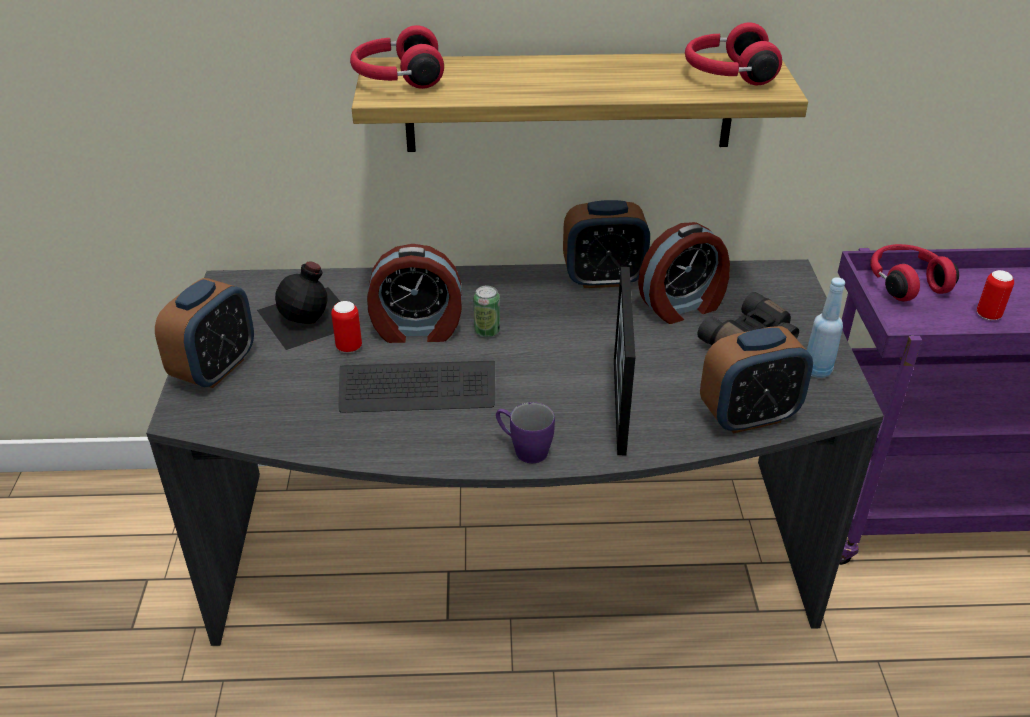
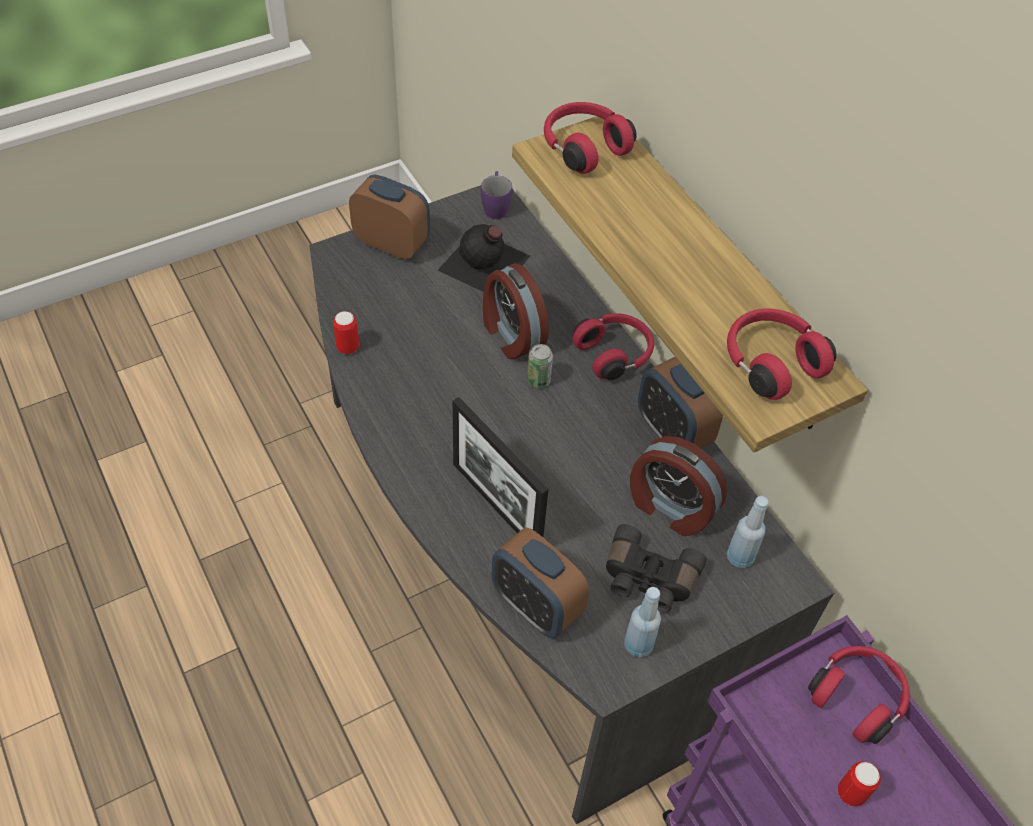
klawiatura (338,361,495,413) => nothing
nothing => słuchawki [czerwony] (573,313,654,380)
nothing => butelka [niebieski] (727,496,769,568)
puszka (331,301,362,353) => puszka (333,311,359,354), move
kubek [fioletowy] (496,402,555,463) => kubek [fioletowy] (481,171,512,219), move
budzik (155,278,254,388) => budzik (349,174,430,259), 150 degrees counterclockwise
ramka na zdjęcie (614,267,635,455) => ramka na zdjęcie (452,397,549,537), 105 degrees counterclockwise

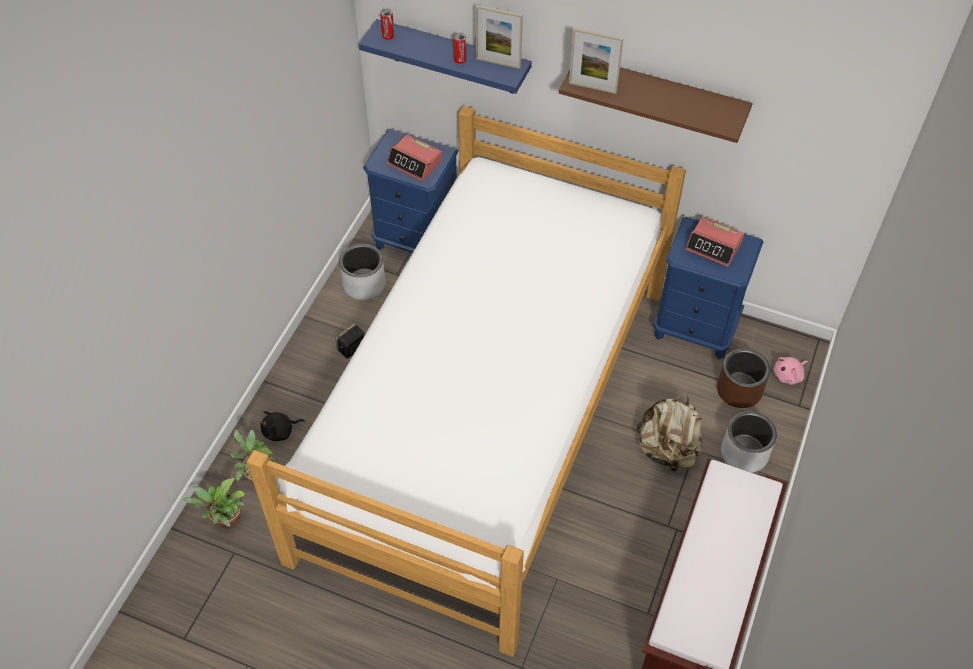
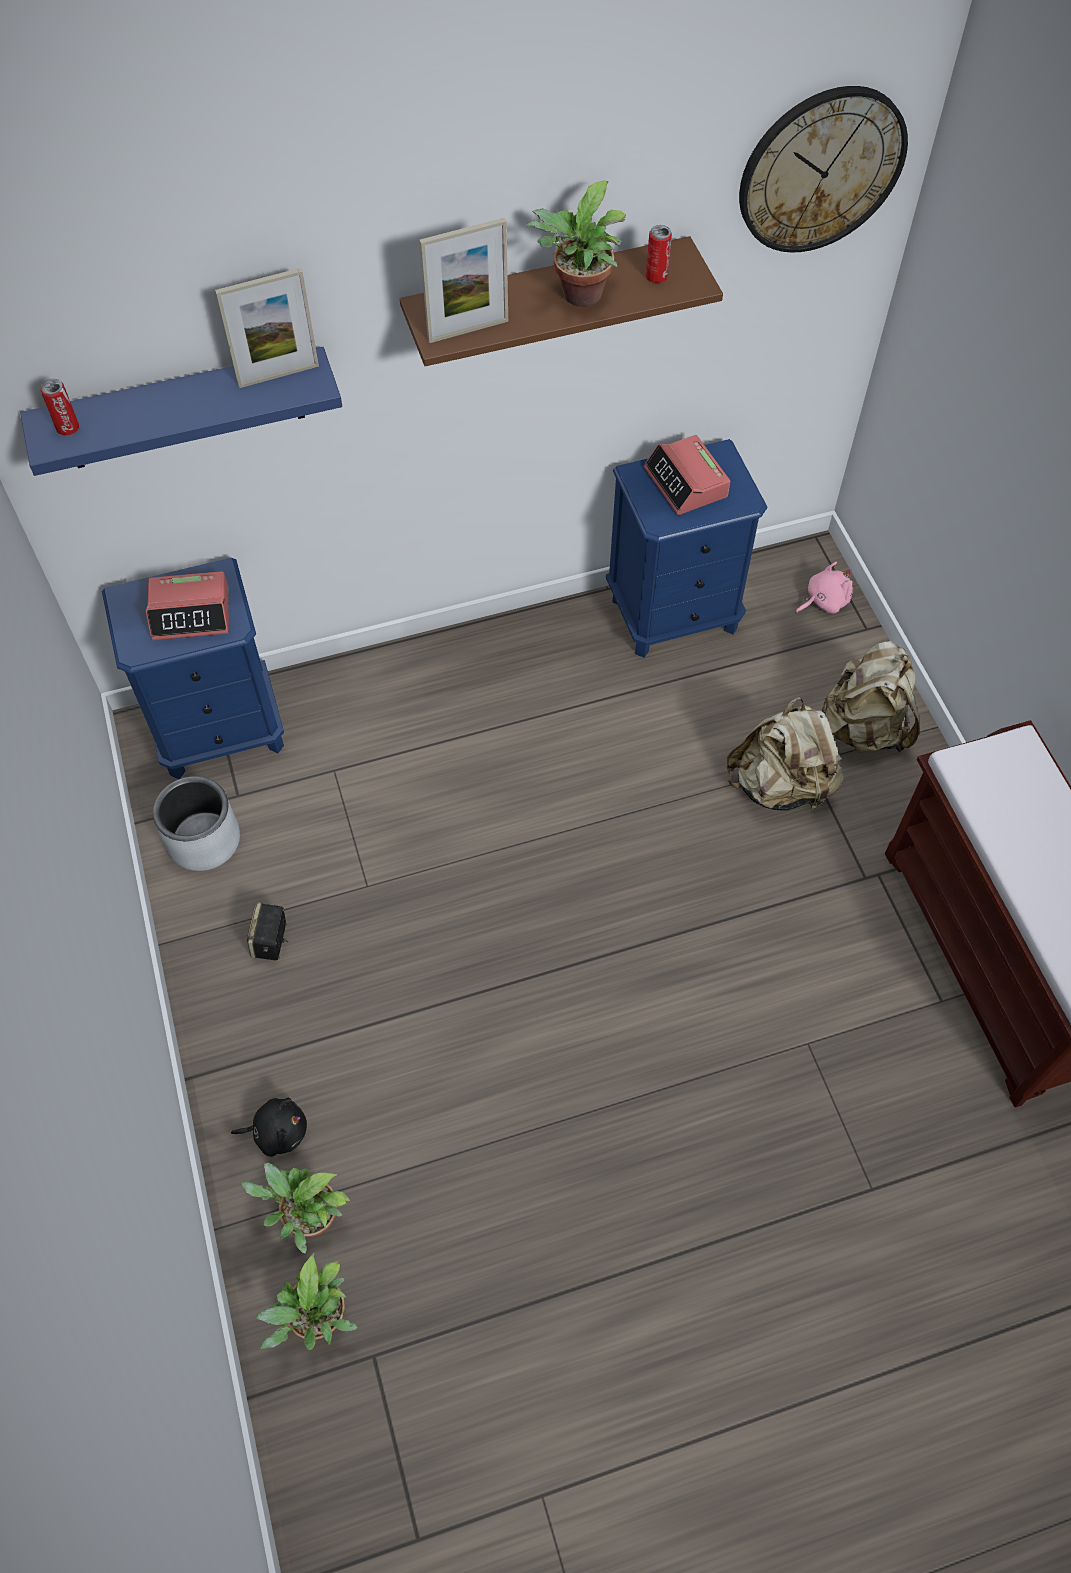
łóżko (246,106,686,657) => nothing
donica [brązowy] (717,348,770,408) => nothing
nothing => roślina doniczkowa (524,181,626,307)
nothing => zegar ścienny (739,86,908,252)
puszka (453,33,466,64) => puszka (646,225,672,283), move
donica [szary] (721,411,777,473) => plecak [beżowy] (822,640,919,752)
pluszak [czarny] (260,411,305,441) => pluszak [czarny] (231,1097,307,1157), 120 degrees counterclockwise
budzik (685,217,744,267) => budzik (644,435,730,515), 75 degrees clockwise
pluszak [różowy] (773,357,808,385) => pluszak [różowy] (795,562,853,614), 135 degrees counterclockwise

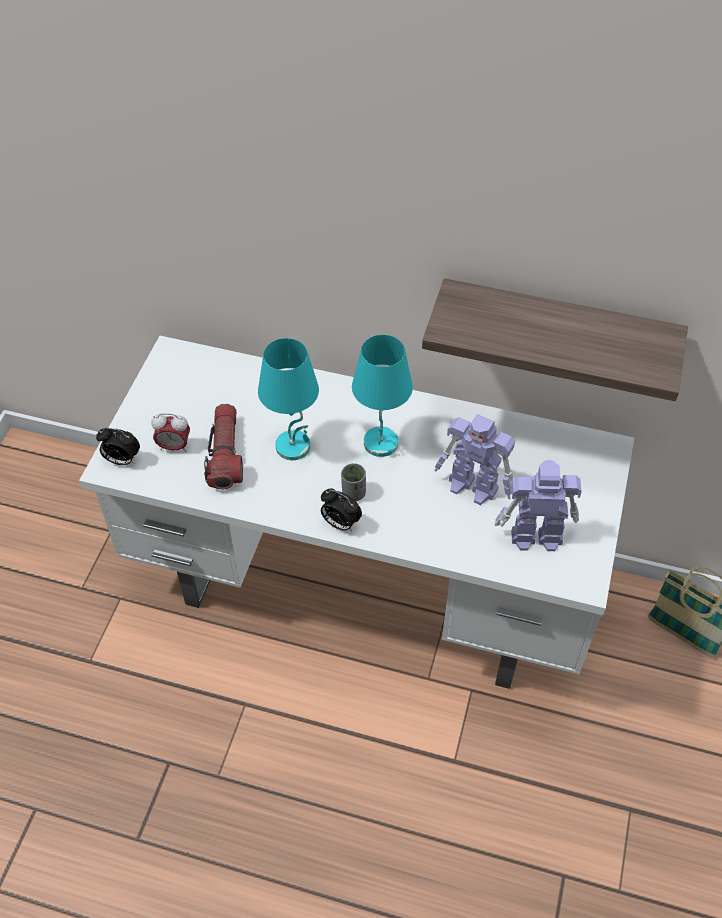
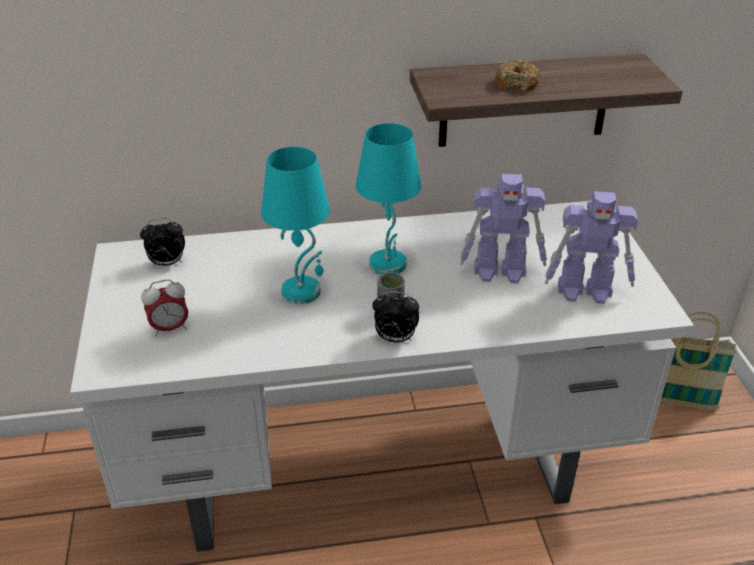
latarka (204,404,243,489) => nothing
nothing => donut (495,60,540,91)
budzik (96,428,140,465) => budzik (140,218,185,266), move
robot zabawkowy (494,460,582,551) => robot zabawkowy (544,191,638,304), 150 degrees counterclockwise

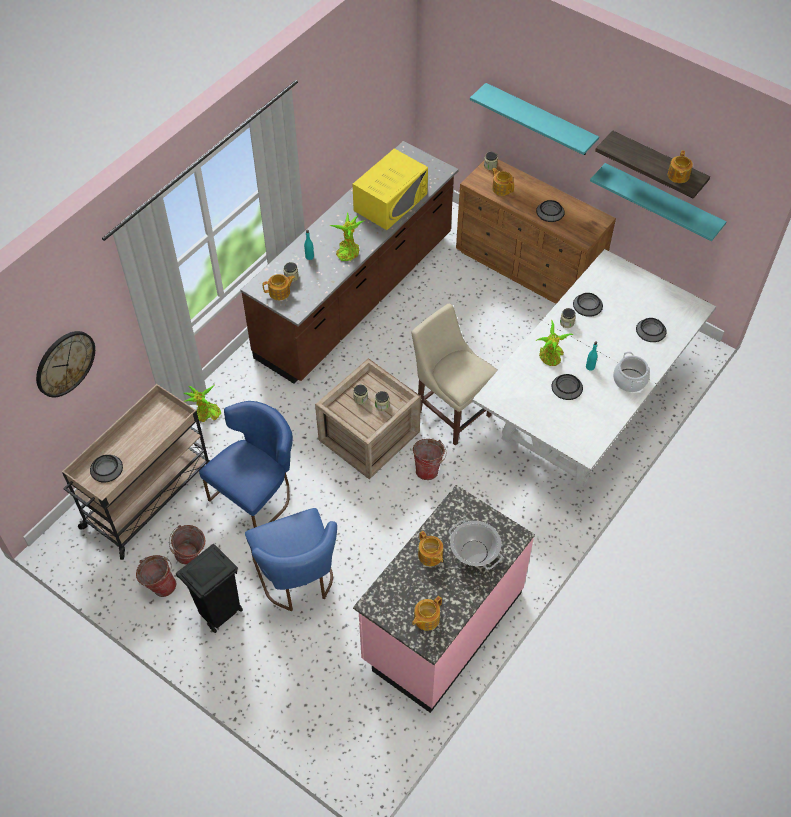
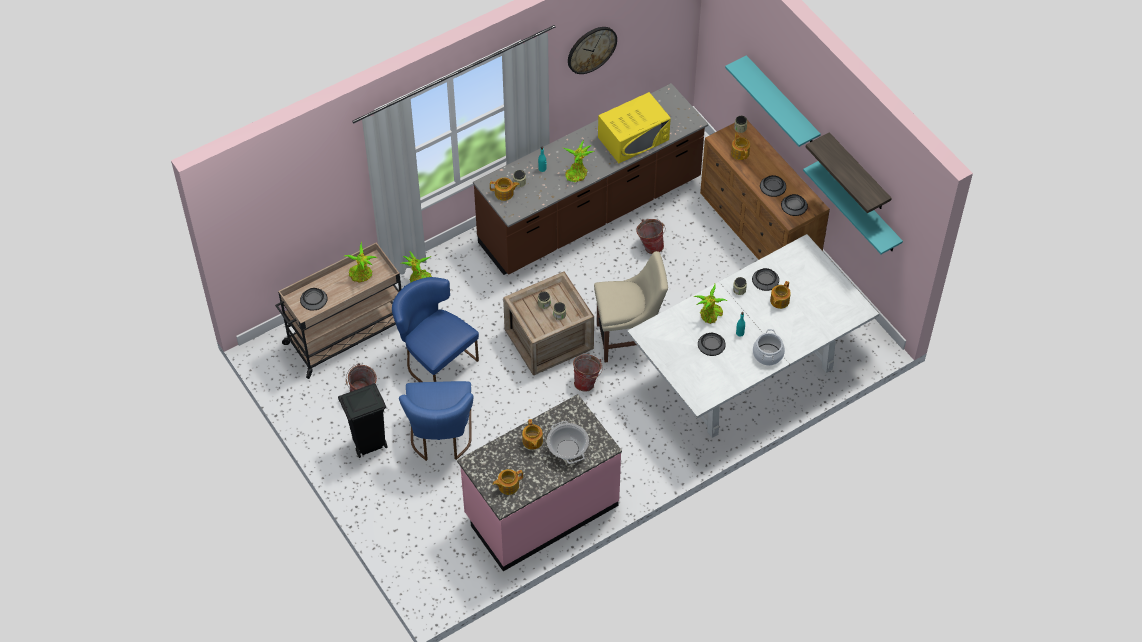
nothing => roślina doniczkowa (344,242,378,283)
zegar ścienny (36,331,95,397) => zegar ścienny (568,27,617,74), move
wiadro (136,555,176,597) => wiadro (636,219,666,254), move
miska (636,318,667,342) => miska (781,194,808,216), move
imbryk (668,151,693,183) => imbryk (770,281,791,309), move
krzesło [niebieski] (199,401,293,528) => krzesło [niebieski] (392,277,479,382), 105 degrees counterclockwise
krzesło [beżowy] (412,304,498,446) => krzesło [beżowy] (594,251,668,362), 105 degrees clockwise

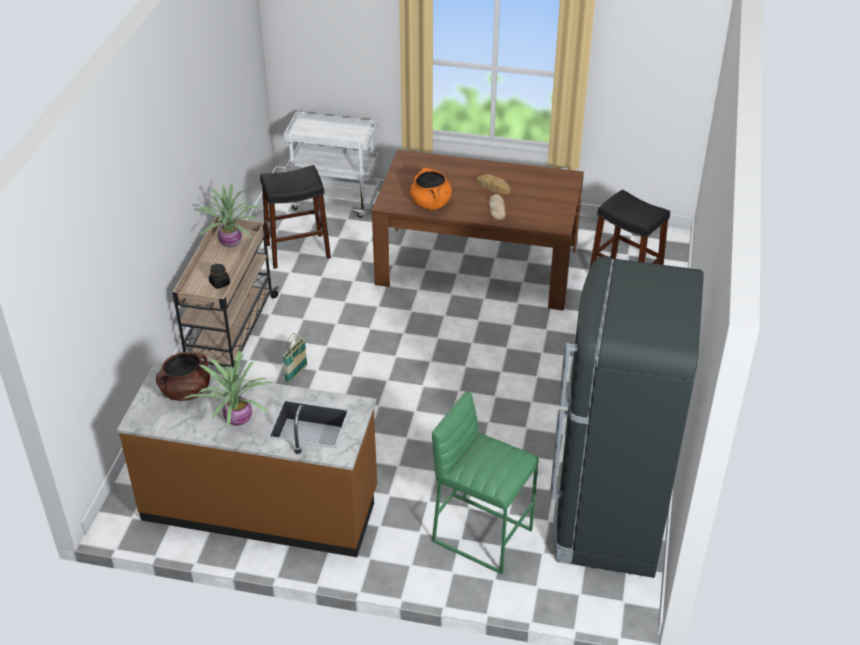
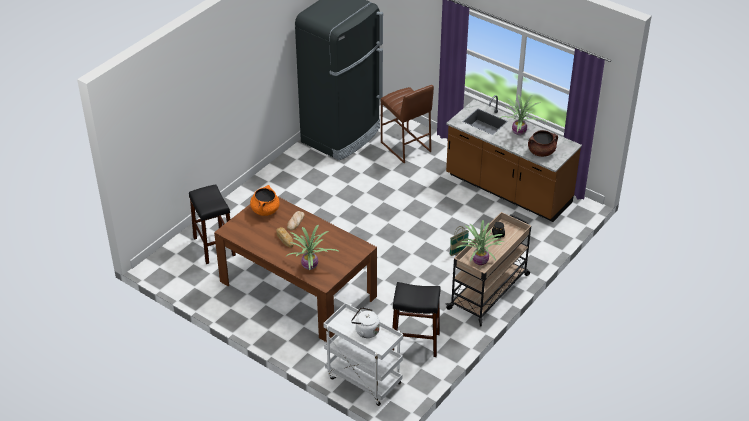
nothing => roślina doniczkowa (286,225,340,270)
nothing => czajnik [biały] (351,307,380,338)
garnek [pomarańczowy] (410,168,452,210) => garnek [pomarańczowy] (250,185,280,216), move
stołek [zielony] (432,391,539,575) => stołek [brązowy] (381,85,434,163)

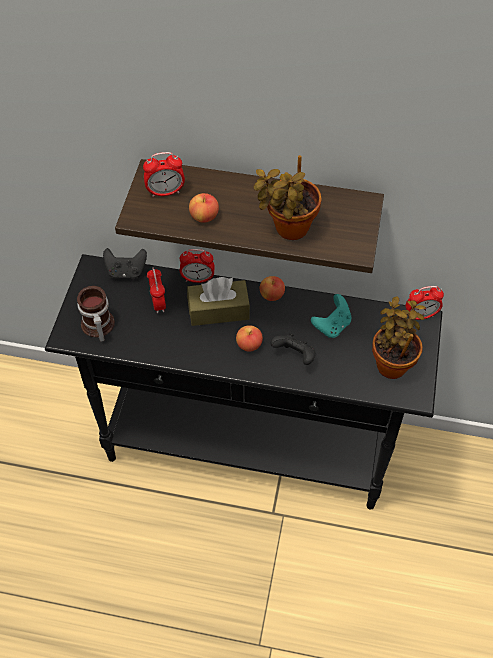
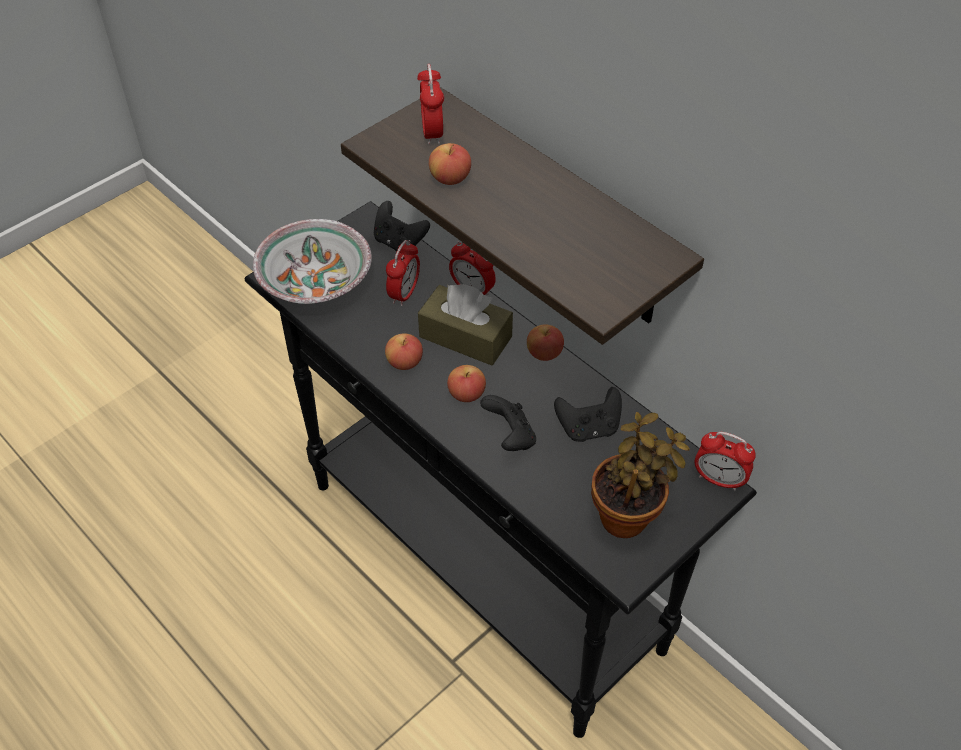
roślina doniczkowa (253,155,321,240) => nothing
nothing => jabłko (385,333,423,370)
kubek (77,286,115,342) => miska (253,219,372,304)
pad do gier [turkusowy] (311,294,352,338) => pad do gier [czarny] (554,387,622,442)
budzik (143,152,185,197) => budzik (417,64,444,145), 60 degrees clockwise

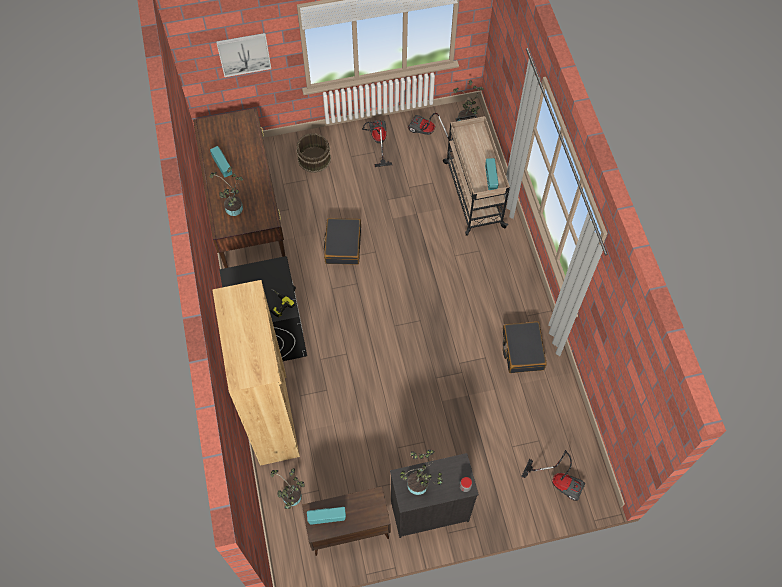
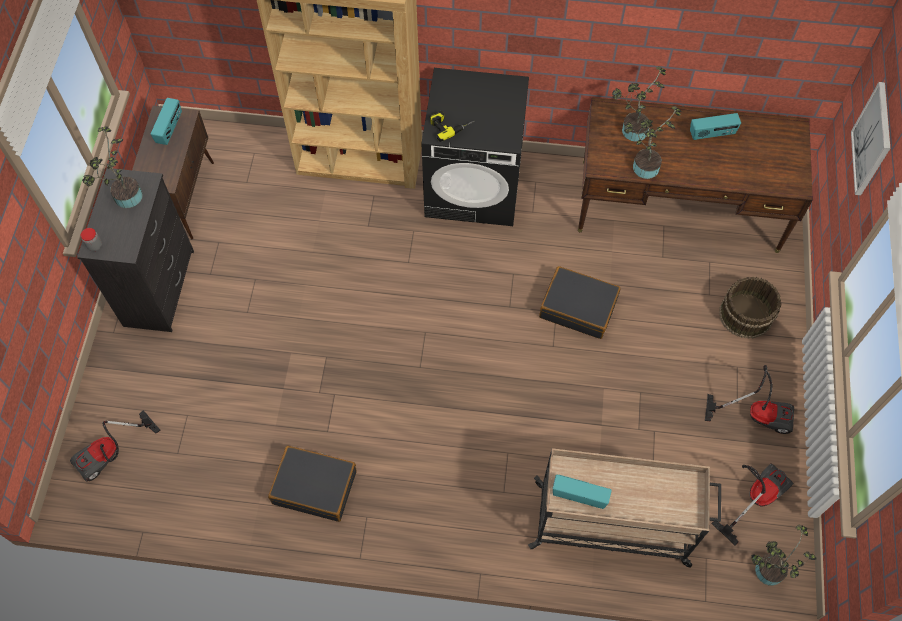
roślina doniczkowa (270,468,305,509) => roślina doniczkowa (624,106,681,179), move

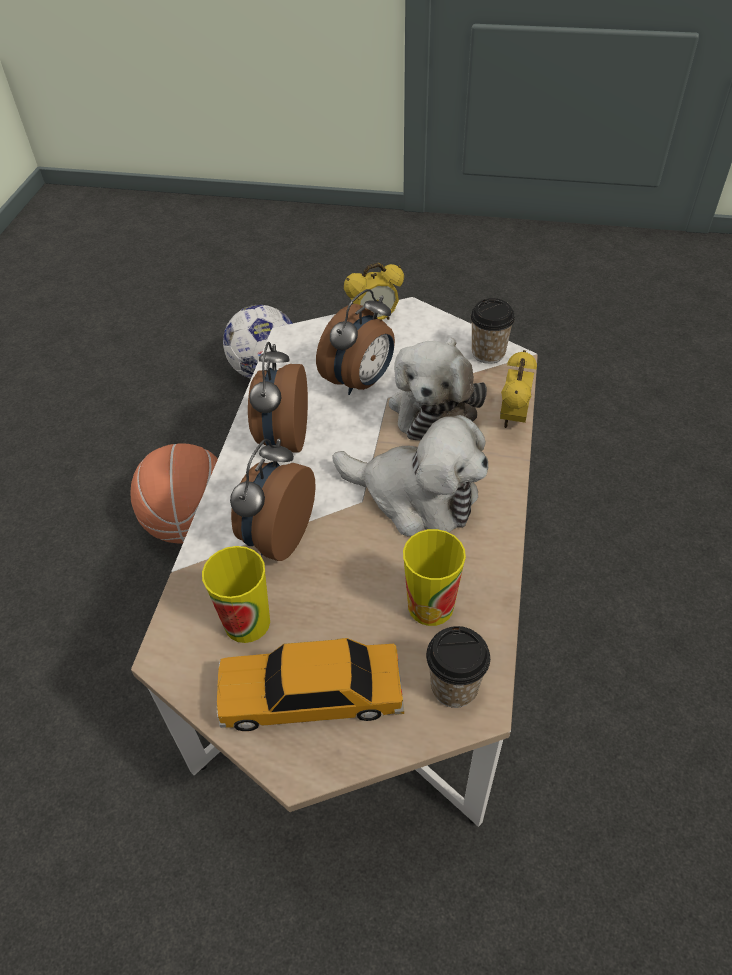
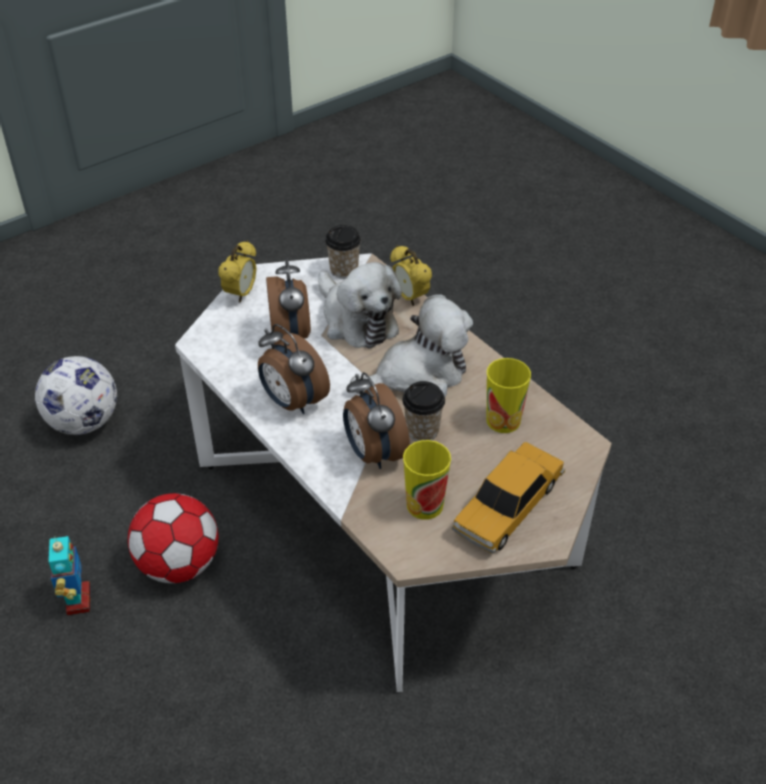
nothing => robot zabawkowy (48,536,90,615)
filiżanka (426,626,490,708) => filiżanka (402,381,445,441), move
piłka do koszykówki (130,443,218,544) => piłka futbolowa (128,493,218,583)

